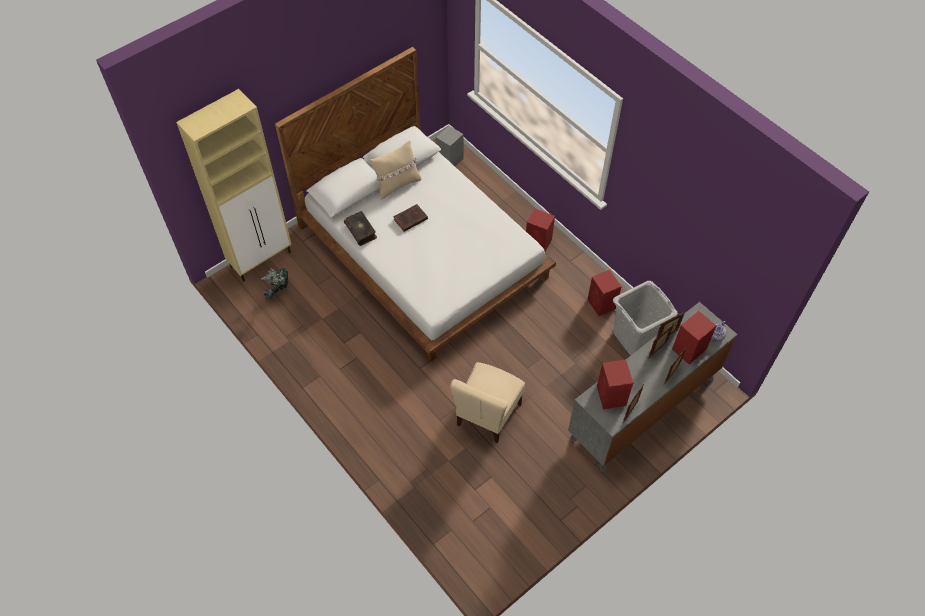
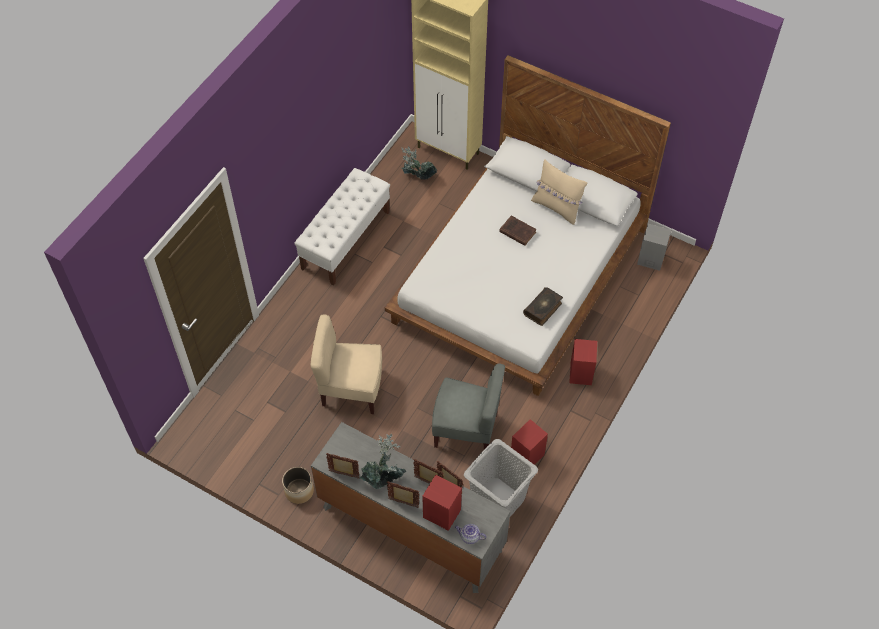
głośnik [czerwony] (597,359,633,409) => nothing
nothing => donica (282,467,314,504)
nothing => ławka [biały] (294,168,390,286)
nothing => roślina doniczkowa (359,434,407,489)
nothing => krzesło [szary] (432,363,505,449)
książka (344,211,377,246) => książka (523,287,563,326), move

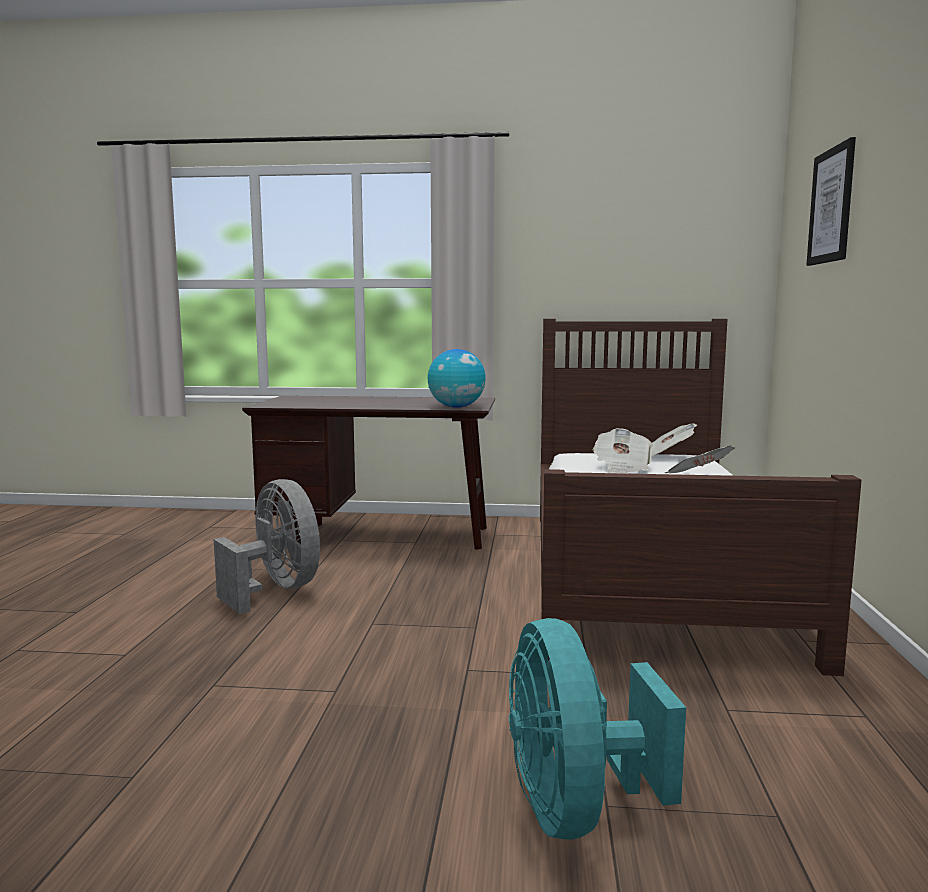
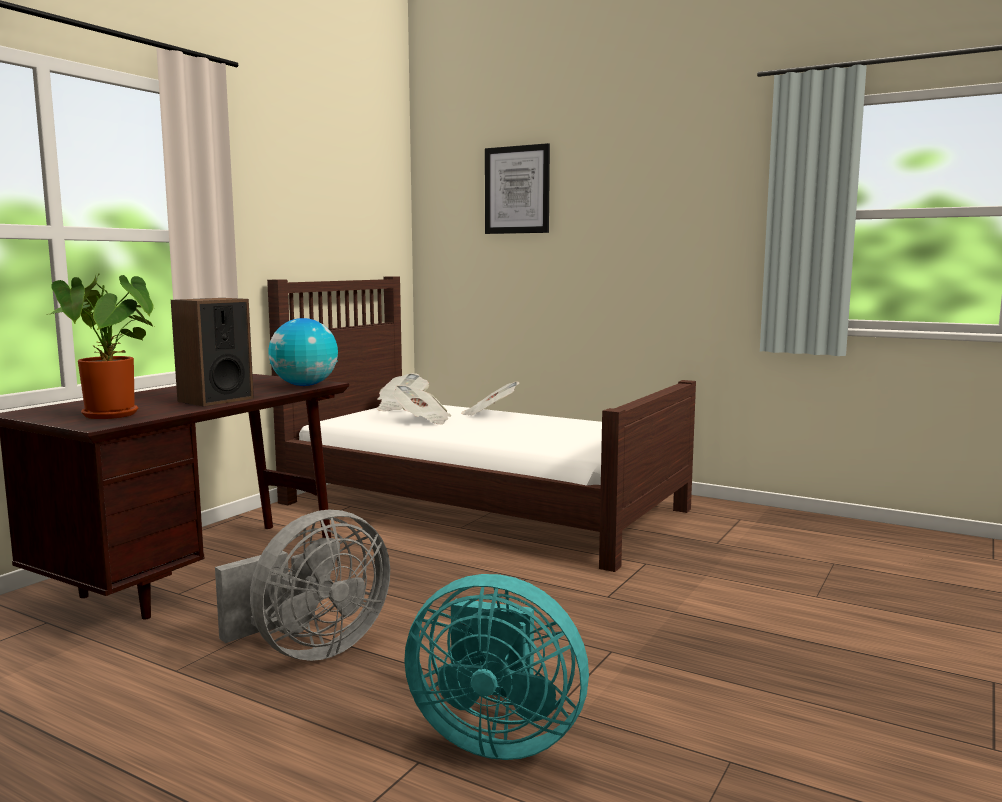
nothing => roślina doniczkowa (46,273,154,419)
nothing => głośnik (171,298,254,407)
wentylator [turkusowy] (509,618,686,840) => wentylator [turkusowy] (404,574,589,760), move
wentylator [szary] (214,479,320,614) => wentylator [szary] (215,510,390,661), 150 degrees clockwise

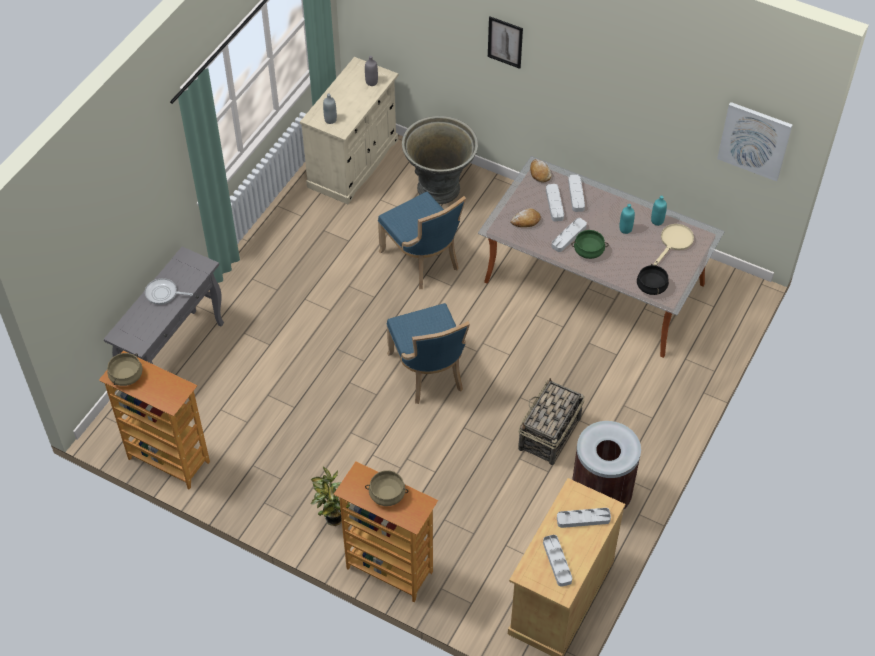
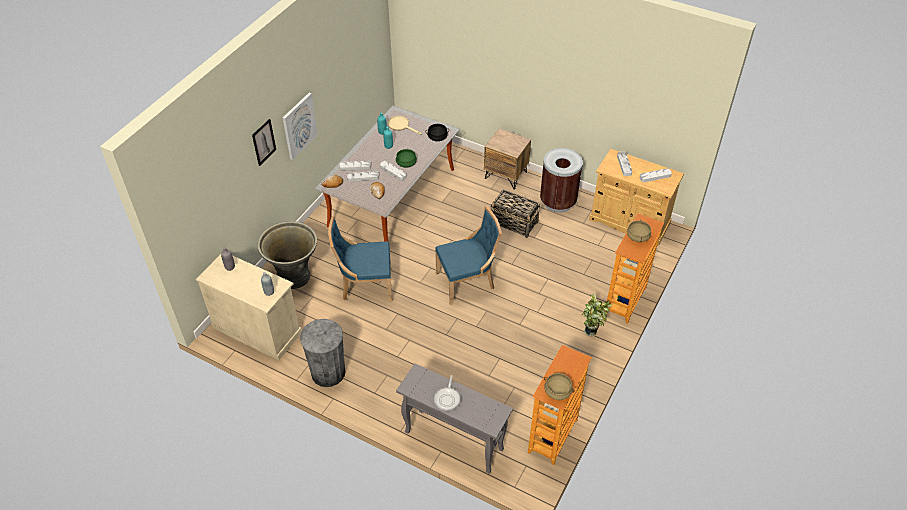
nothing => kosz na śmieci [szary] (300,319,345,387)
nothing => szafka nocna [brązowy] (484,129,531,190)
obraz (717,102,792,181) => obraz (282,93,318,160), move
krzesło [niebieski] (378,192,466,289) => krzesło [niebieski] (328,216,393,302), 150 degrees counterclockwise

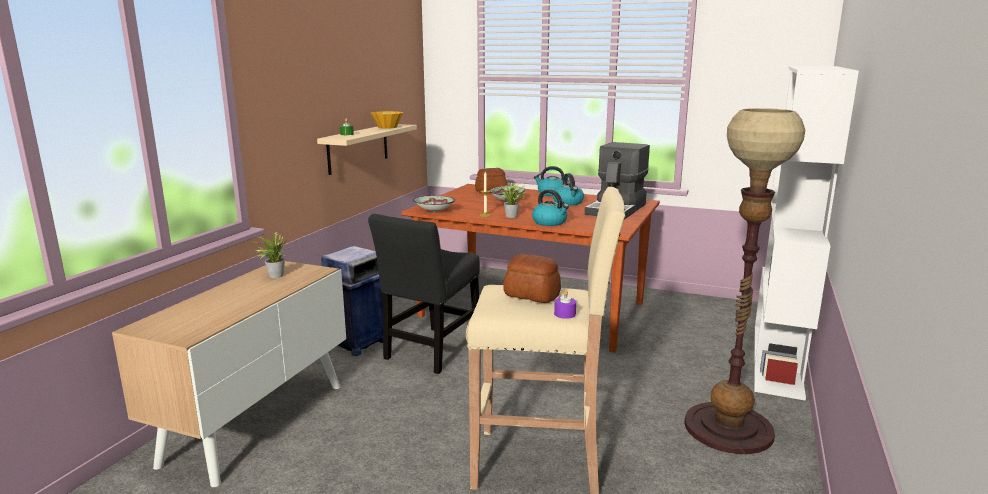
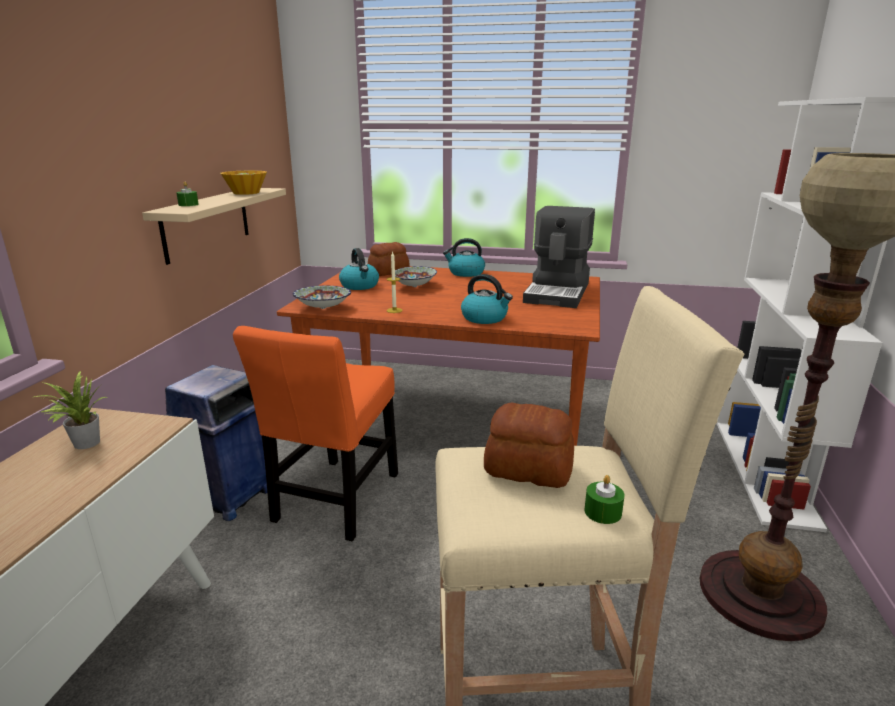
roślina doniczkowa (500,182,529,218) => nothing
czajnik (553,173,584,206) => czajnik (339,248,379,290), move
krzesło [czarny] (368,214,480,374) => krzesło [pomarańczowy] (233,326,398,541)
świeca [fioletowy] (554,290,576,319) => świeca [zielony] (585,475,625,524)

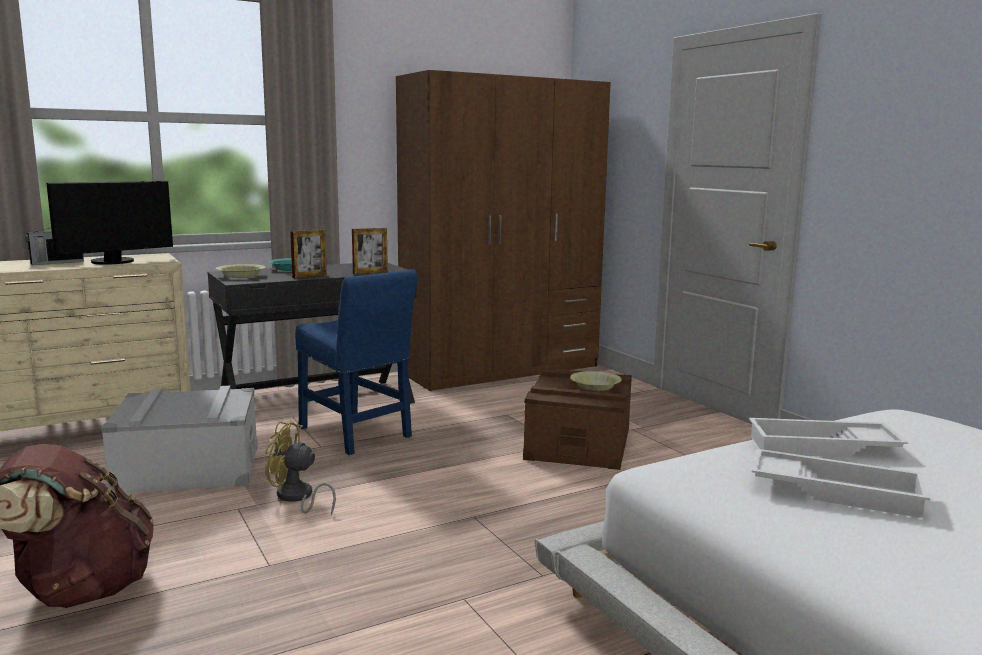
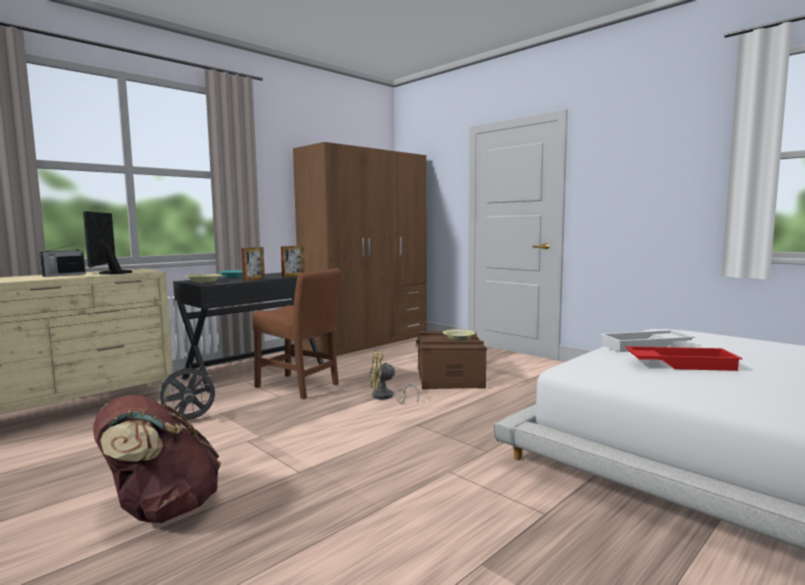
wentylator [żółty] (265,422,336,515) => wentylator [żółty] (370,351,419,403), move
pojemnik do przechowywania [szary] (101,386,258,494) => wentylator [szary] (156,364,217,420)
krzesło [niebieski] (295,269,418,455) => krzesło [brązowy] (252,268,342,399)
taca [biały] (752,449,930,518) => taca [czerwony] (626,346,742,371)
monitor (46,181,173,264) => monitor (83,211,133,274), 135 degrees clockwise

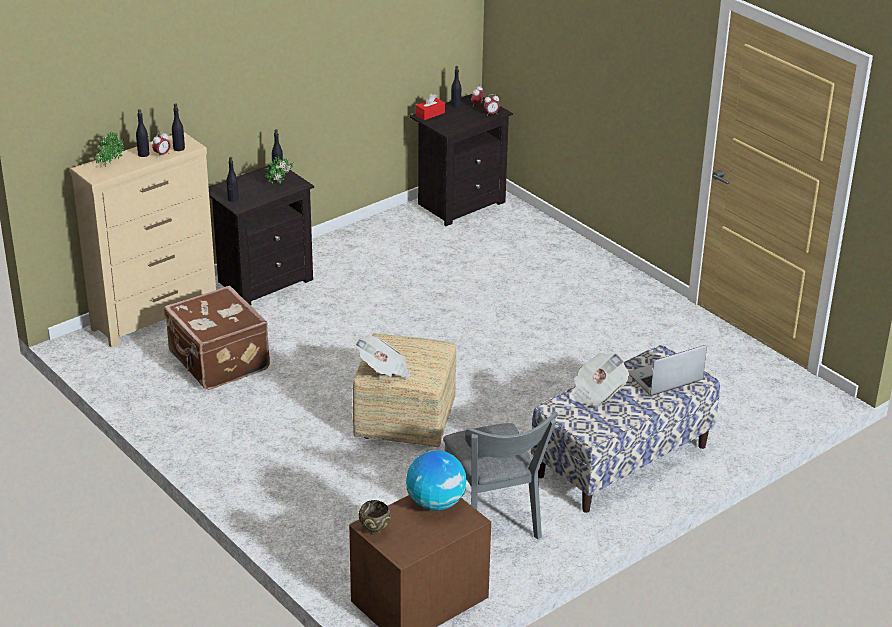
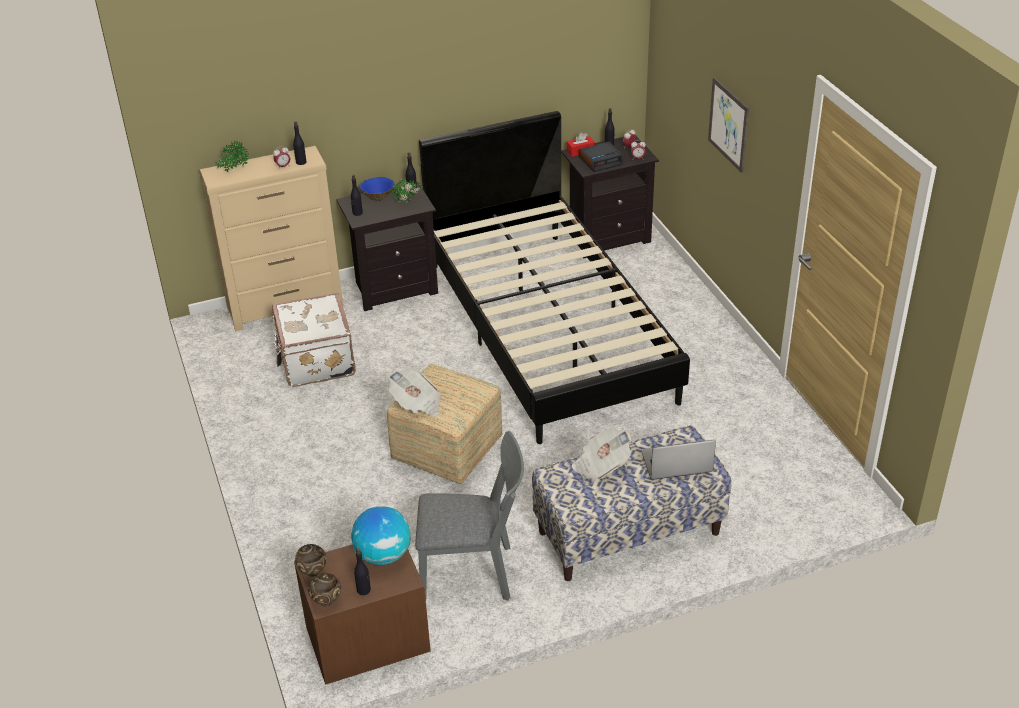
nothing => miska [brązowy] (308,573,341,607)
nothing => miska [niebieski] (360,177,395,201)
nothing => łóżko [czarny] (419,111,690,444)
nothing => budzik (579,142,623,172)
nothing => obraz (708,77,749,173)
butelka [czarny] (136,109,150,157) => butelka [czarny] (354,548,371,595), move
walizka [brązowy] (164,286,270,390) => walizka [biały] (271,293,356,387)
krzesło [szary] (443,411,558,539) => krzesło [szary] (415,431,524,601), 90 degrees counterclockwise

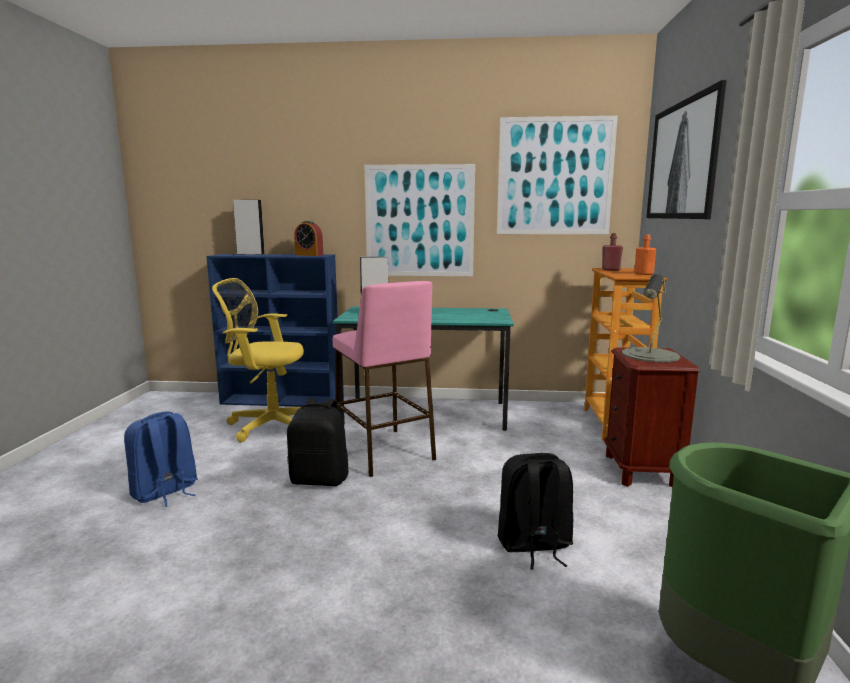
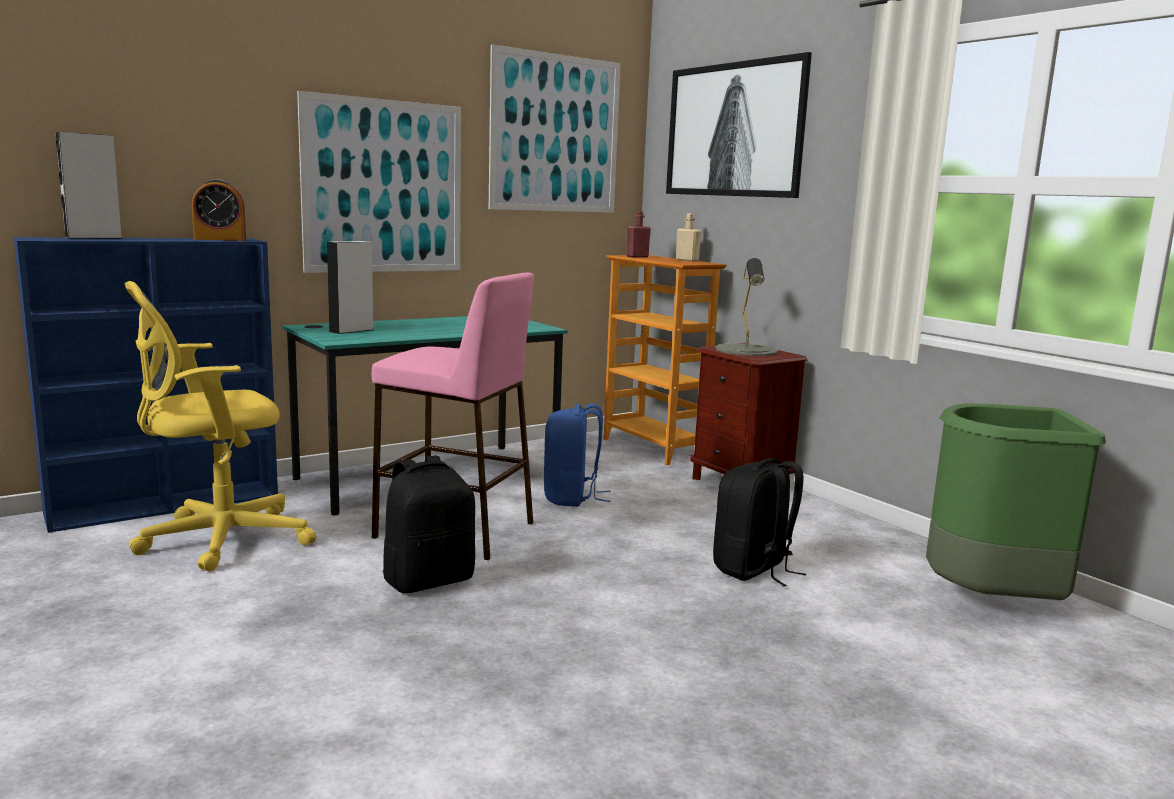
plecak [niebieski] (124,412,198,507) => plecak [niebieski] (544,403,611,507), move
butelka [pomarańczowy] (634,234,656,275) => butelka [beżowy] (676,213,702,261)

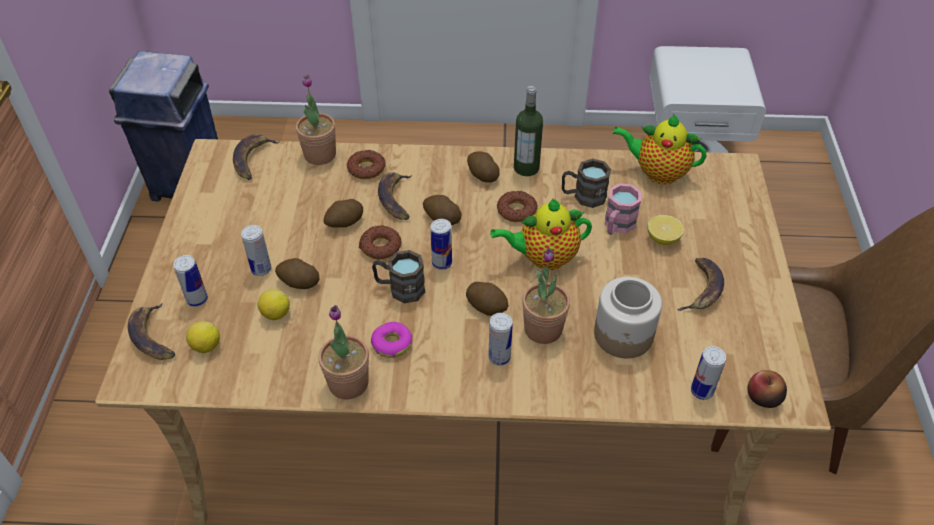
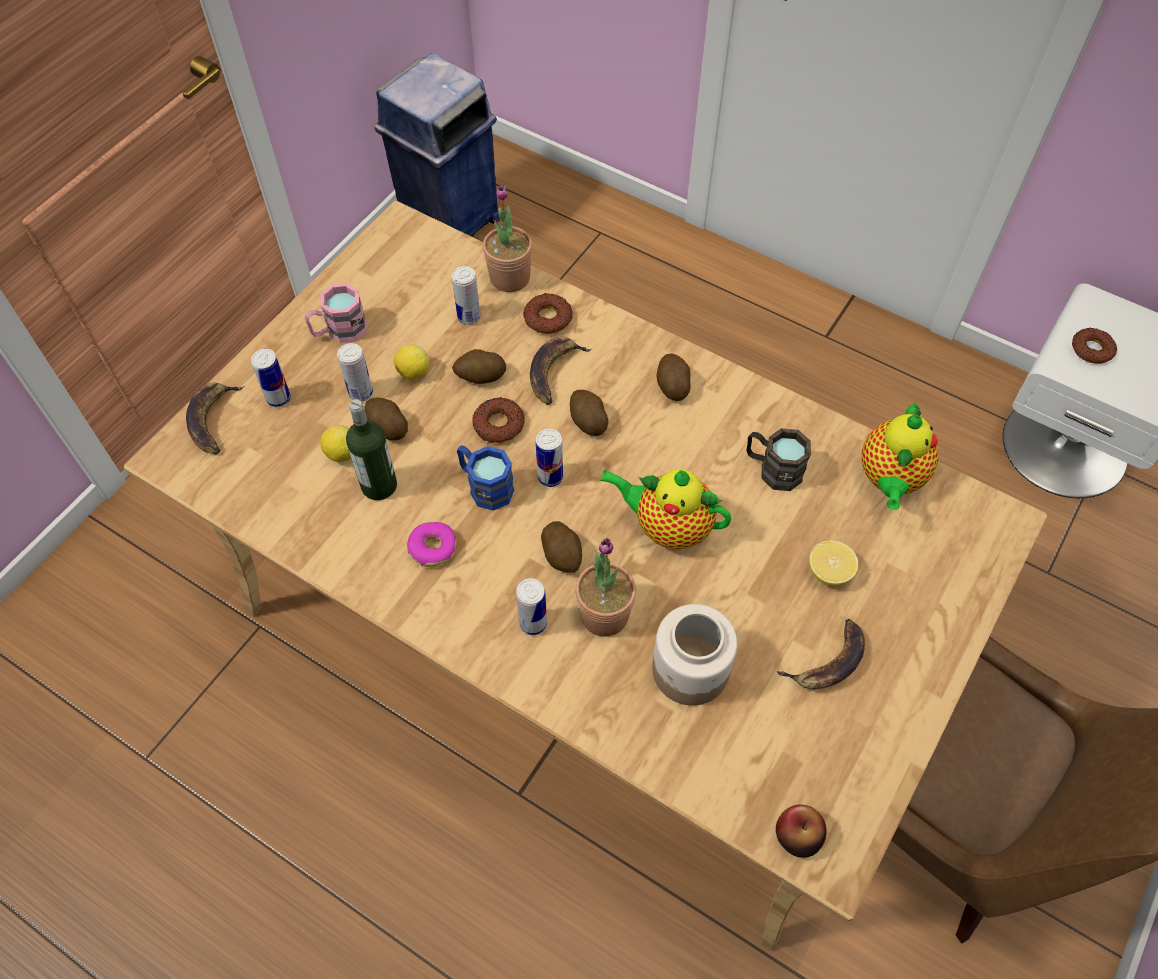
banan (233,134,280,180) => nothing
roślina doniczkowa (319,305,369,399) => nothing
cytryna (186,321,220,353) => cytryna (394,344,430,379), move
donut (497,191,538,222) => donut (1072,327,1117,364), move
butelka (514,86,543,176) => butelka (346,400,397,500), move
kubek [różowy] (605,183,641,235) => kubek [różowy] (305,283,367,343), move
puszka (691,346,726,400) => puszka (452,266,481,325), move
kubek [brązowy] (372,250,425,303) => kubek [niebieski] (457,445,514,511)
imbryk (613,114,706,184) => imbryk (862,400,938,510), 120 degrees counterclockwise

